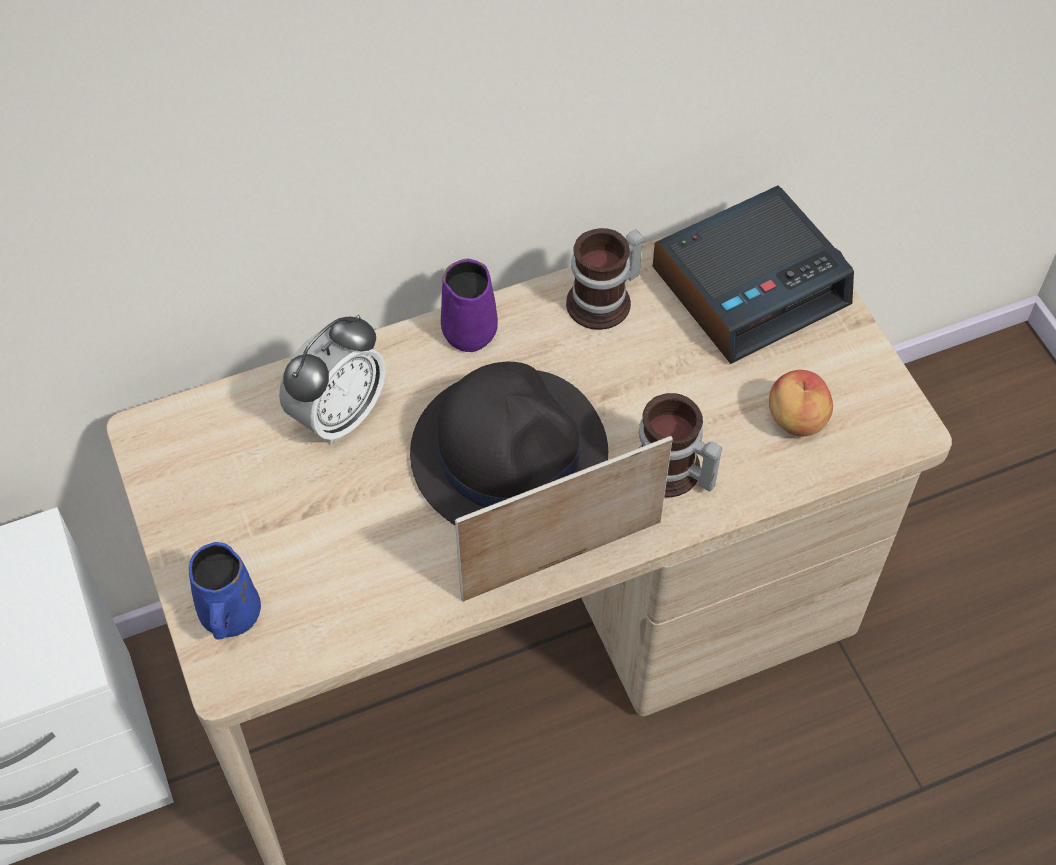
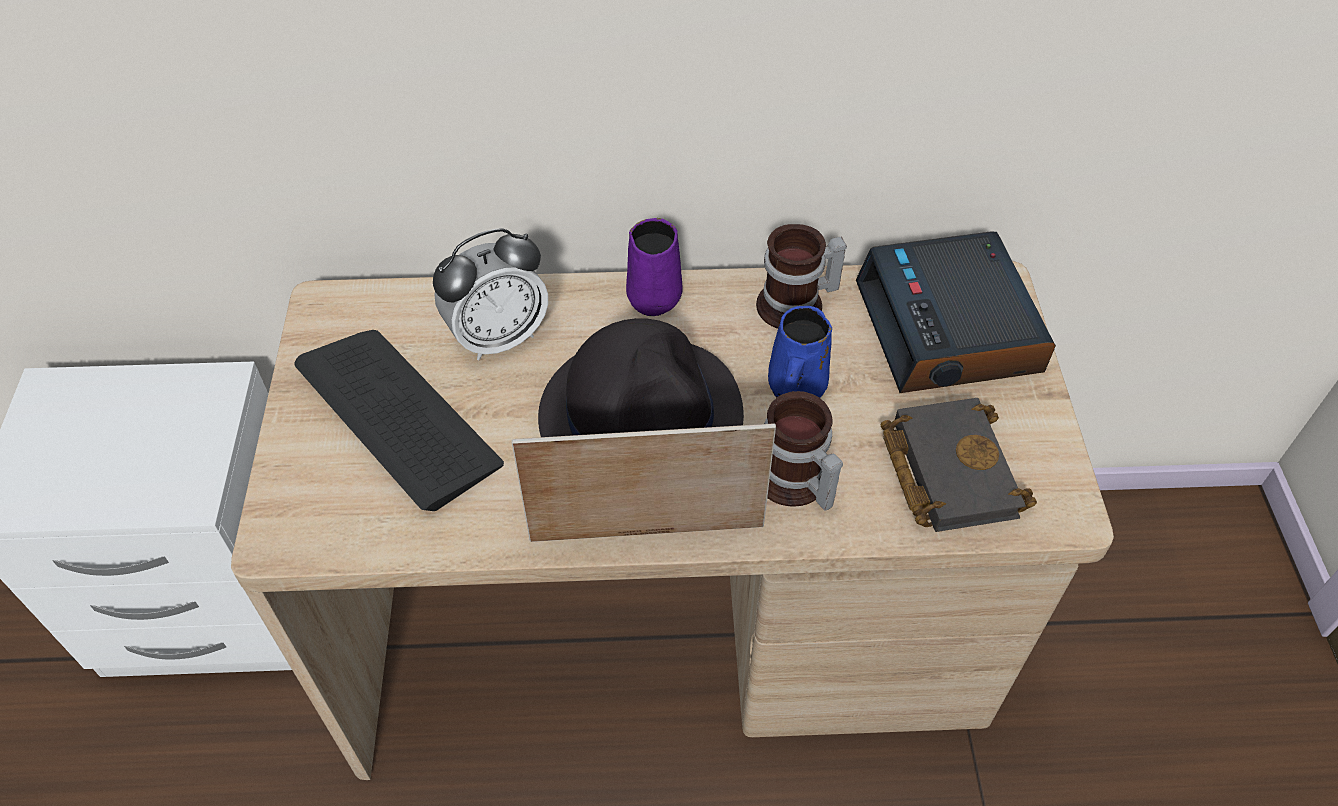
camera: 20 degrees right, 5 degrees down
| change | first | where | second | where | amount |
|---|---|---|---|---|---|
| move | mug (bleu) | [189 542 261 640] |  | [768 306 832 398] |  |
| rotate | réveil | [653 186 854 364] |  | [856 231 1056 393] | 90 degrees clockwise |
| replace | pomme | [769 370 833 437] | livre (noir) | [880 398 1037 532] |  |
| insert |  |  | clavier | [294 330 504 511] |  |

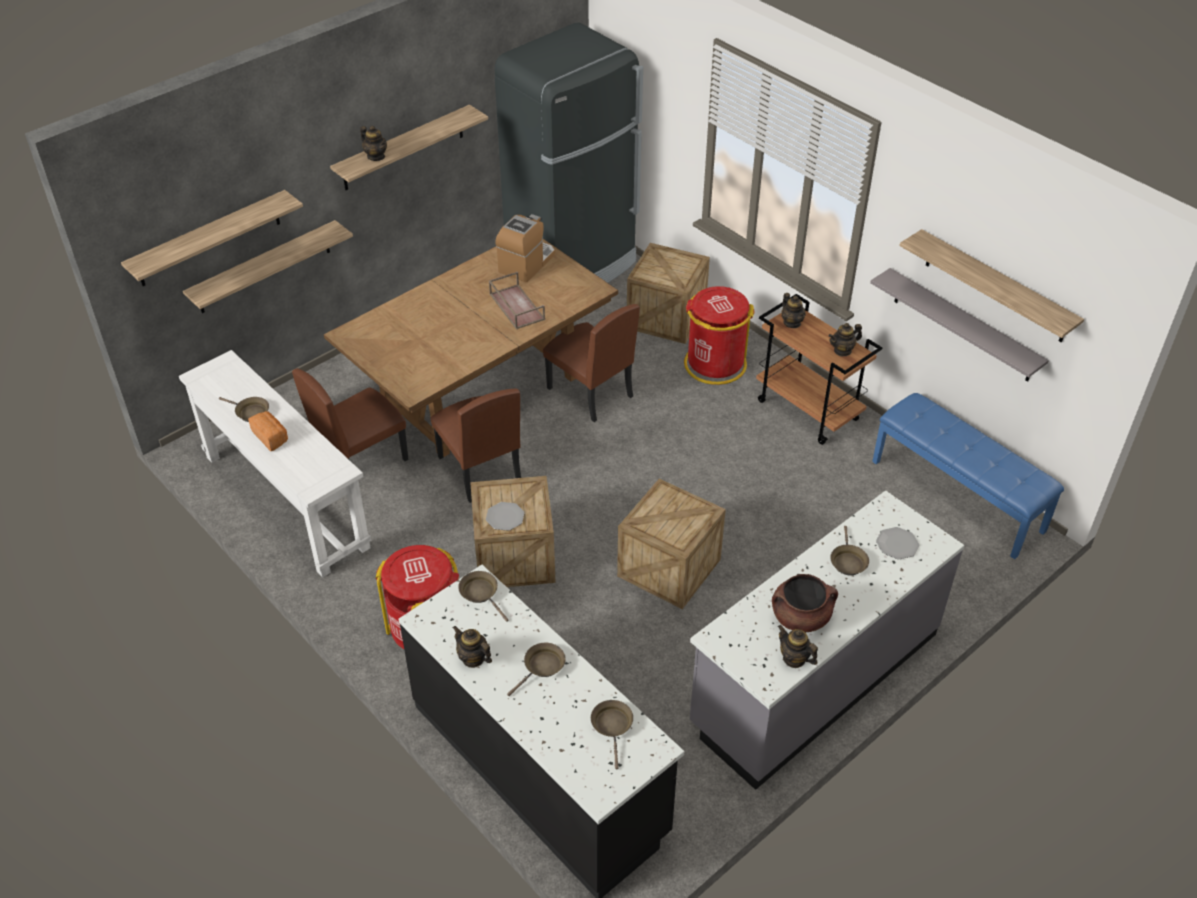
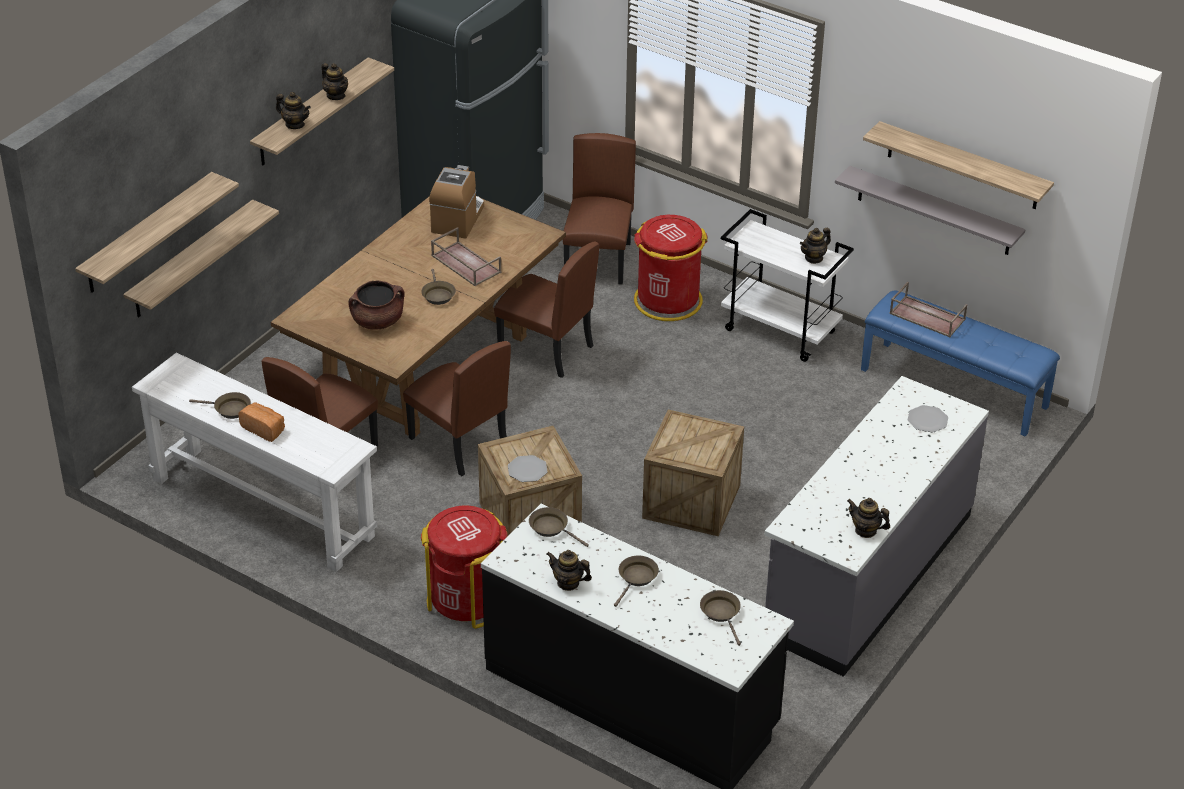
camera: 15 degrees left, 5 degrees down
| change | first | where | second | where | amount |
|---|---|---|---|---|---|
| replace | caisse | [627 243 710 344] | chaise (marron) | [563 133 636 285] |  |
| recolor | chariot (marron) | [756 294 882 445] | chariot (blanc) | [721 209 854 362] |  |
| move | marmite (marron) | [772 574 838 632] |  | [348 280 405 330] |  |
| move | théière | [781 293 806 328] |  | [321 63 348 100] |  |
| move | poêle (marron) | [830 526 869 575] |  | [421 269 456 305] |  |
| insert |  |  | plateau (marron) | [889 282 967 337] |  |

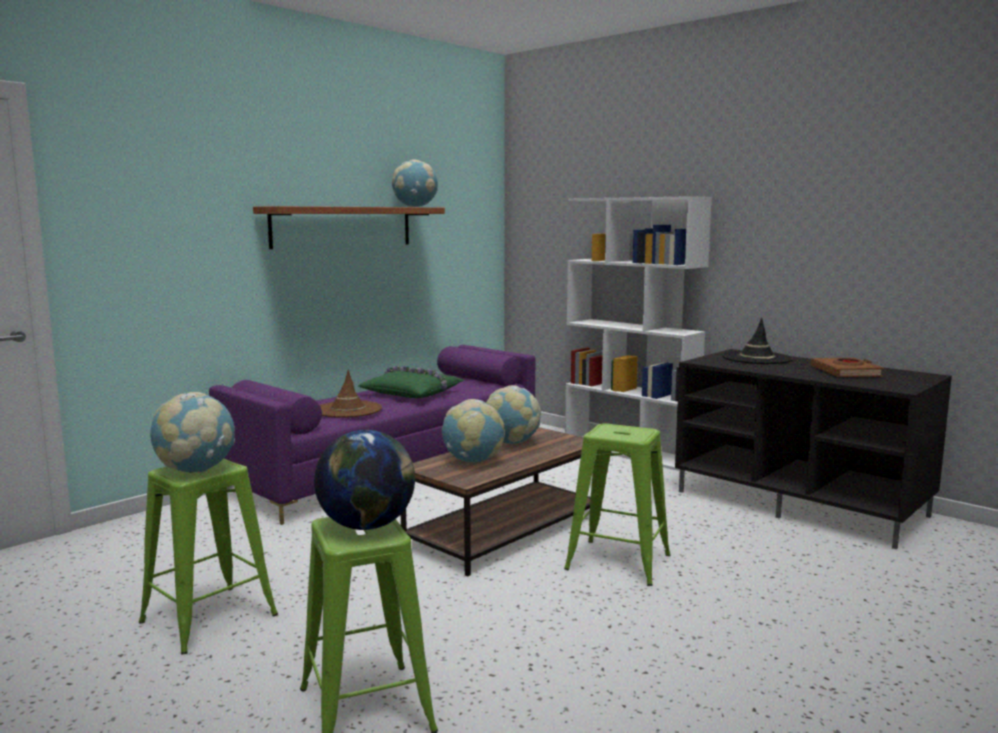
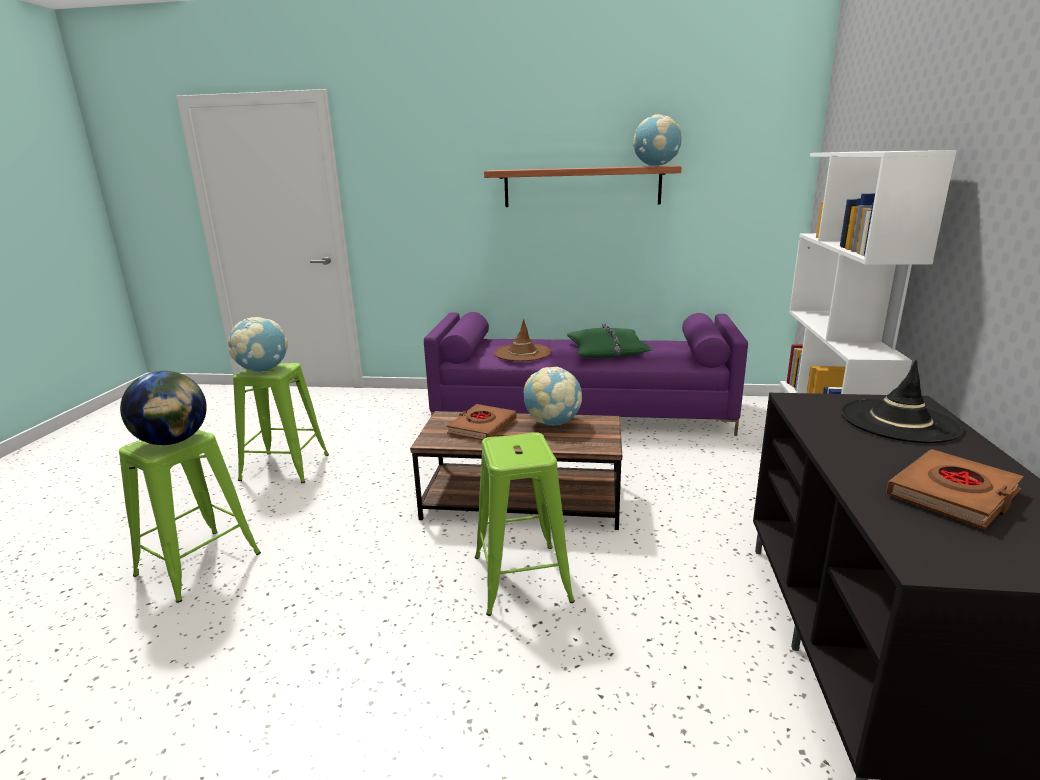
camera: 55 degrees right, 10 degrees up
| change | first | where | second | where | amount |
|---|---|---|---|---|---|
| replace | globe | [442 399 505 462] | livre (marron) | [447 404 517 440] |  |

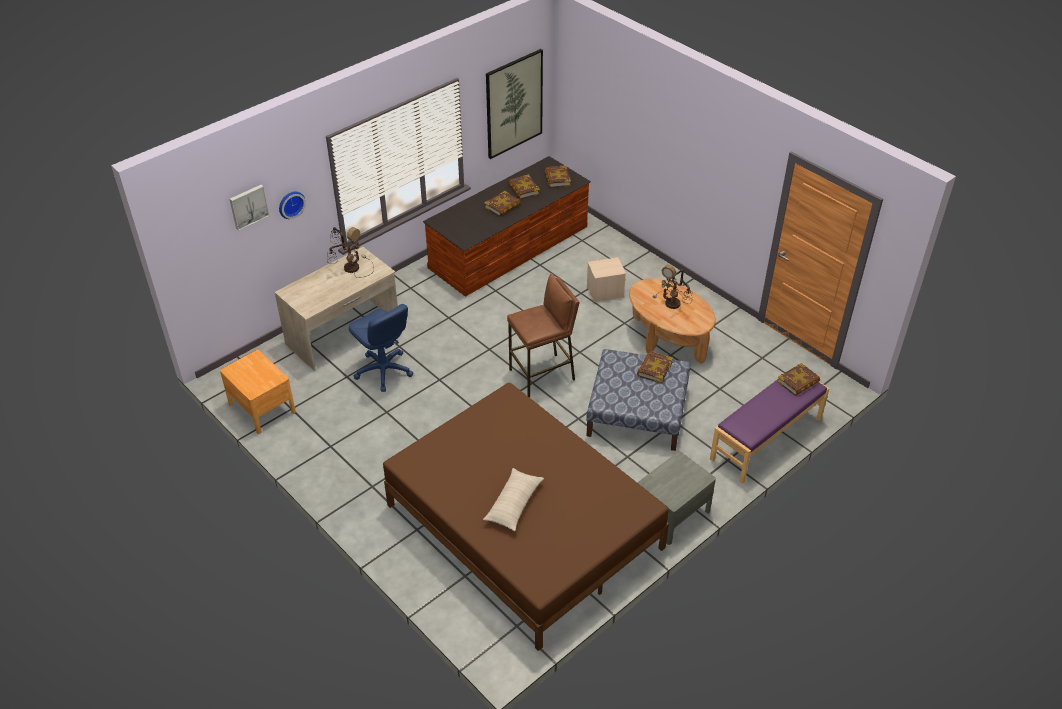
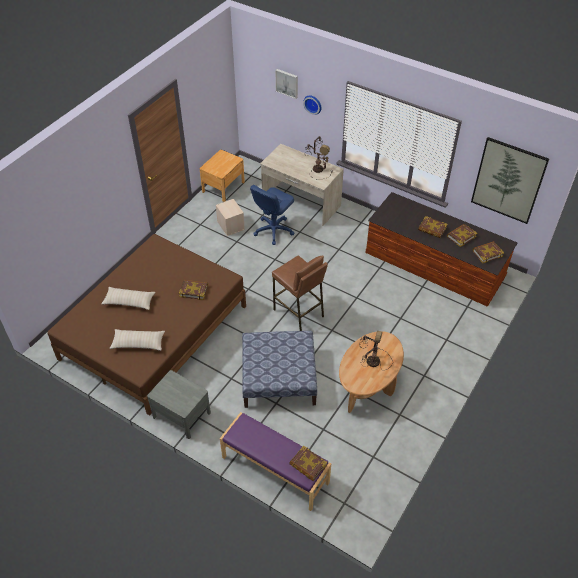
camera: 75 degrees right, 5 degrees up
| change | first | where | second | where | amount |
|---|---|---|---|---|---|
| move | boîte de rangement (beige) | [587 257 626 302] |  | [216 199 245 236] |  |
| move | livre | [637 351 673 383] |  | [179 280 208 300] |  |
| insert |  |  | coussin (beige) | [110 329 165 351] |  |

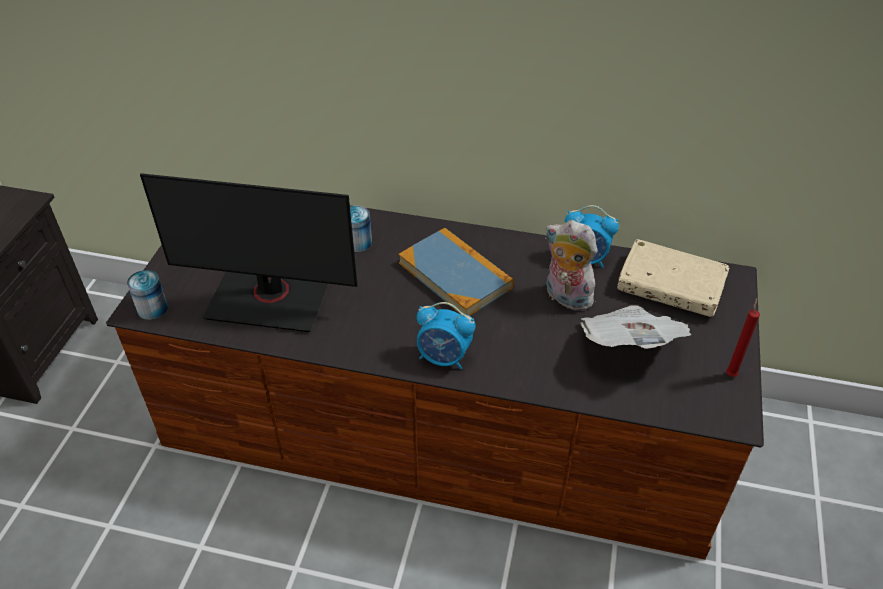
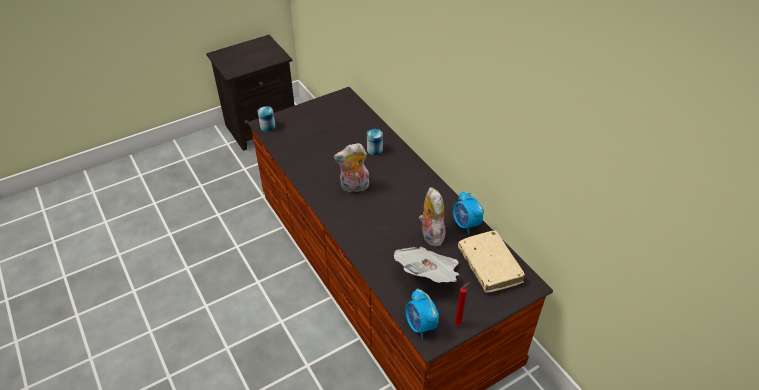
camera: 45 degrees right, 0 degrees up
| change | first | where | second | where | amount |
|---|---|---|---|---|---|
| delete | écran d'ordinateur | [140 173 358 332] |  |  |  |
| delete | livre | [398 228 514 316] |  |  |  |
| move | réveil | [417 302 476 370] |  | [405 288 439 339] |  |
| insert |  |  | peluche | [334 143 369 192] |  |

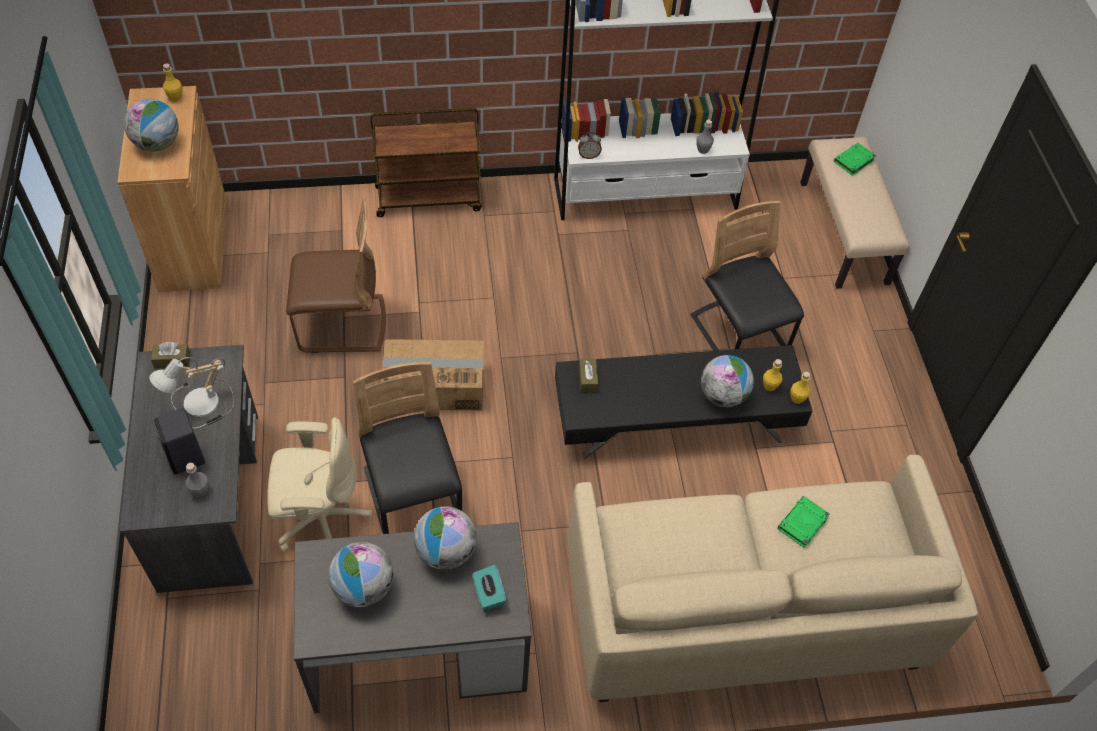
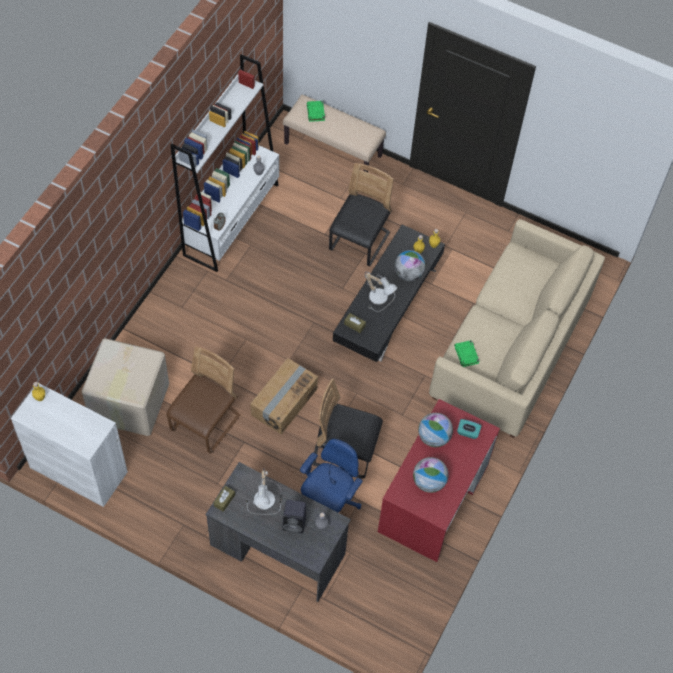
camera: 55 degrees left, 5 degrees up
| change | first | where | second | where | amount |
|---|---|---|---|---|---|
| recolor | meuble de rangement (marron) | [117 86 226 292] | meuble de rangement (blanc) | [11 383 128 507] |  |
| delete | globe | [124 99 179 151] |  |  |  |
| recolor | chaise de bureau (beige) | [267 418 372 552] | chaise de bureau (bleu) | [300 439 363 513] |  |
| recolor | bureau (gris) | [294 522 532 713] | bureau (rouge) | [378 399 500 562] |  |
| delete | chariot (marron) | [370 108 482 217] |  |  |  |
| rotate | chaise (noir) | [690 201 804 351] |  | [329 163 394 267] | 105 degrees clockwise |
| move | livre (vert) | [778 496 830 548] |  | [454 340 480 367] |  |
| insert |  |  | carton | [81 338 169 436] |  |
| insert |  |  | lampe de table | [365 272 397 312] |  |

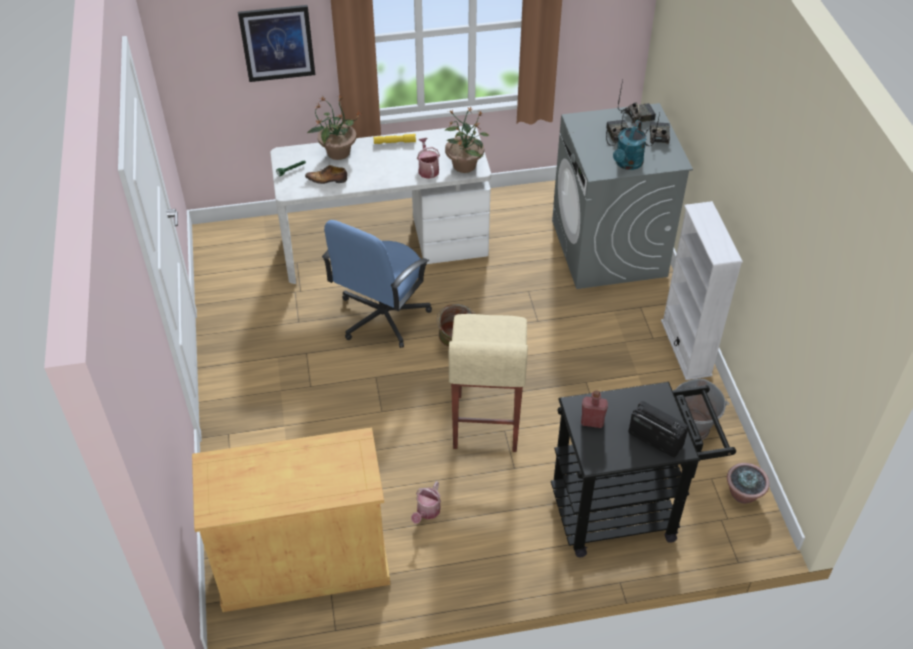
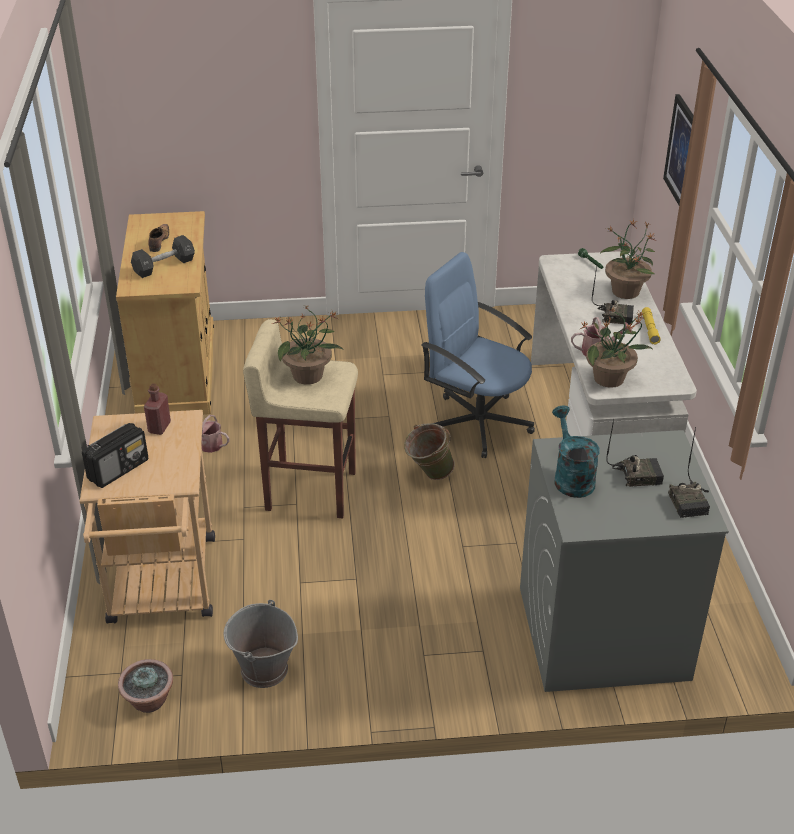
camera: 95 degrees right, 10 degrees down
| change | first | where | second | where | amount |
|---|---|---|---|---|---|
| move | chaussure | [305 165 347 184] |  | [148 224 169 252] |  |
| recolor | chariot (noir) | [551 382 736 557] | chariot (beige) | [80 410 215 623] |  |
| rotate | arrosoir (turquoise) | [613 120 646 170] |  | [552 406 600 498] | 45 degrees clockwise |
| move | radio | [645 113 670 146] |  | [592 266 634 325] |  |
| delete | bibliothèque (blanc) | [661 201 743 380] |  |  |  |
| insert |  |  | haltère (noir) | [131 235 195 278] |  |
| insert |  |  | plante en pot | [272 305 343 385] |  |

